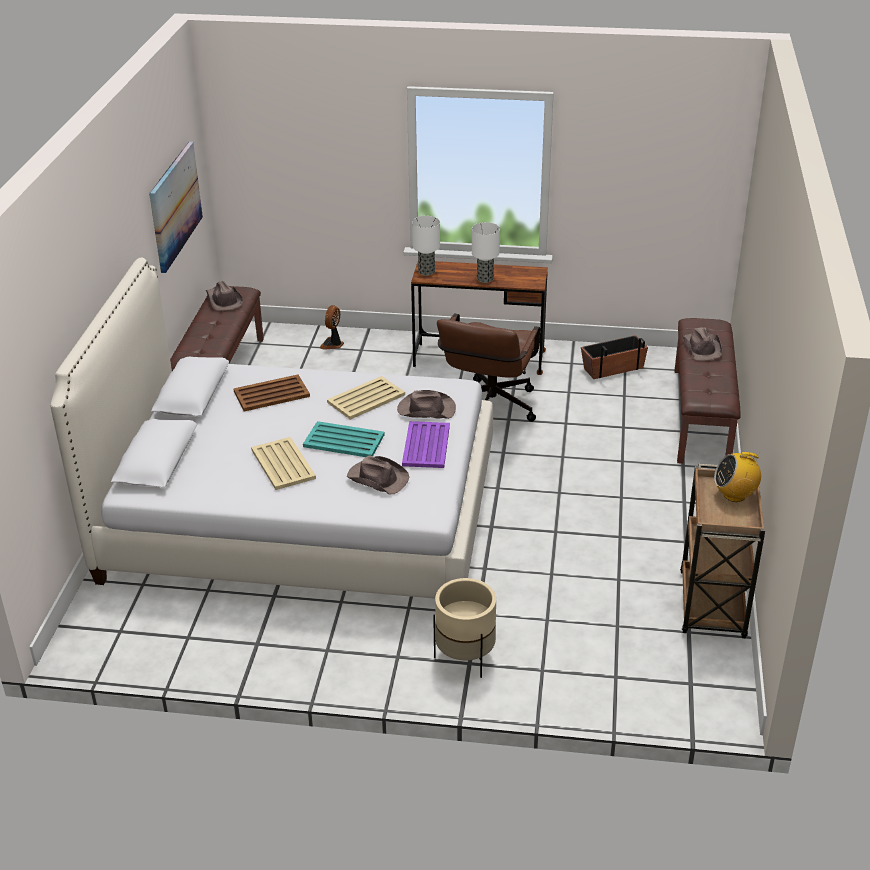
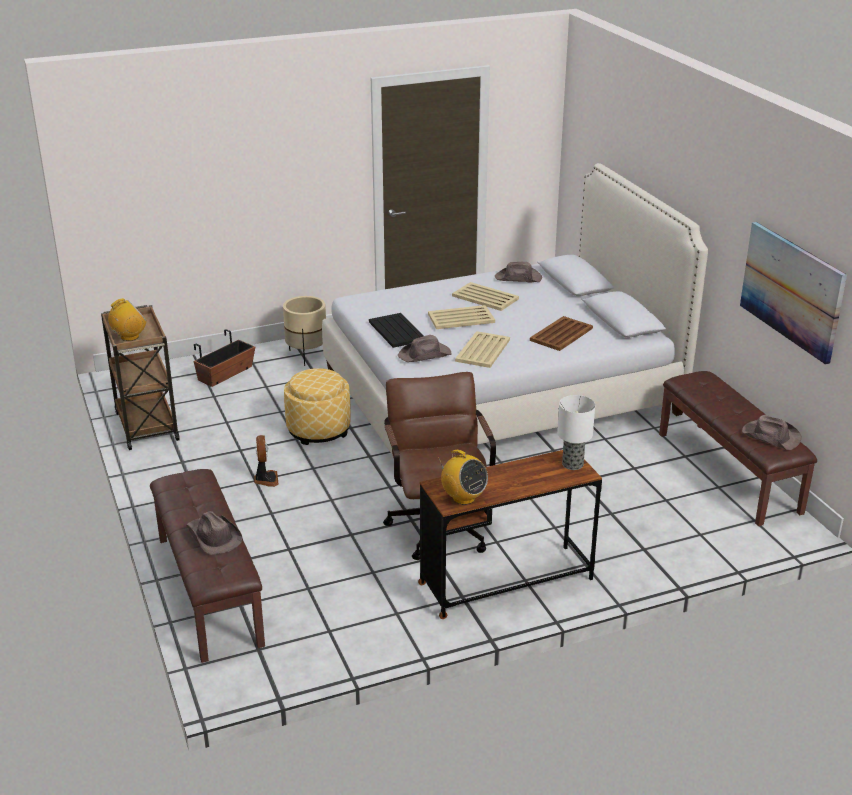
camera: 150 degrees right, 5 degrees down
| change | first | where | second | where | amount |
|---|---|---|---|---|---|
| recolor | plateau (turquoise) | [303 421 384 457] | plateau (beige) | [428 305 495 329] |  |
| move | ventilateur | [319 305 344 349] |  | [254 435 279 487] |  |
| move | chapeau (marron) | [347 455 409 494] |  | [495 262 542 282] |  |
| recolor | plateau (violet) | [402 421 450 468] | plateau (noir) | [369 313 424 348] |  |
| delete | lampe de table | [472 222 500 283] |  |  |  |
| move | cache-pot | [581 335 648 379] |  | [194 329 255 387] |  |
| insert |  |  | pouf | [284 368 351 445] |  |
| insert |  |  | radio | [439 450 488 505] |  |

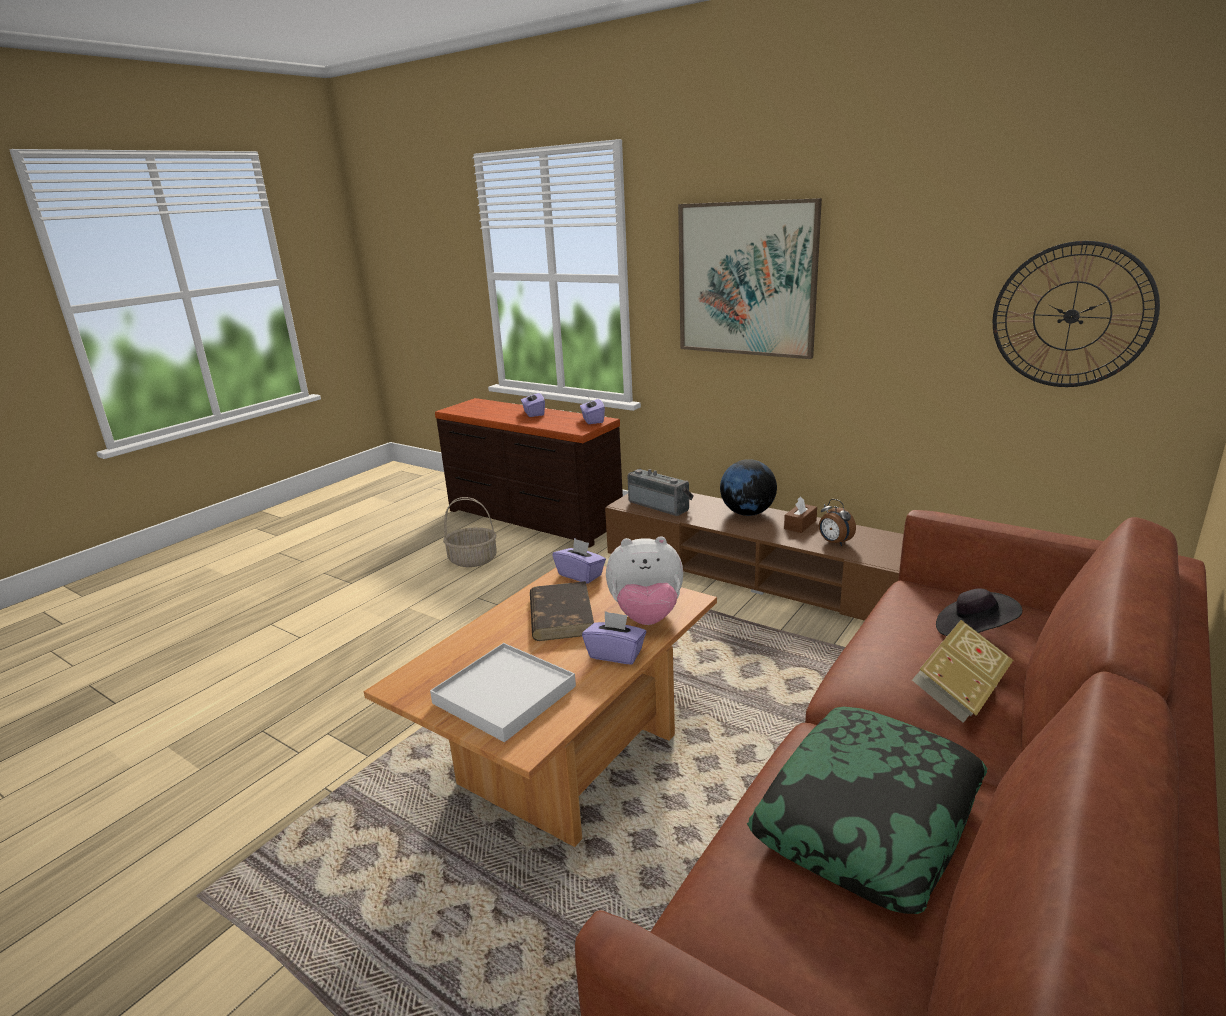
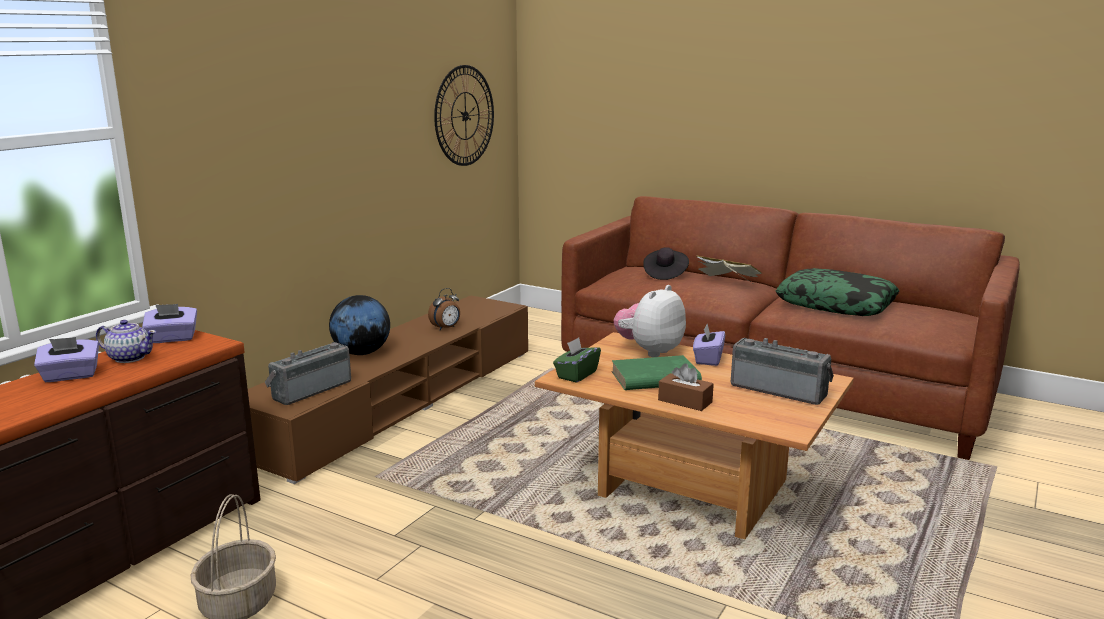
camera: 95 degrees left, 5 degrees down
| change | first | where | second | where | amount |
|---|---|---|---|---|---|
| replace | plateau (blanc) | [430 643 576 742] | radio | [731 338 834 405] |  |
| recolor | livre (marron) | [530 581 594 641] | livre (vert) | [611 355 702 390] |  |
| recolor | boîte à mouchoirs (violet) | [552 538 606 584] | boîte à mouchoirs (vert) | [553 337 601 383] |  |
| rotate | peluche | [606 536 683 625] |  | [614 285 686 357] | 135 degrees counterclockwise |
| delete | tableau | [678 198 822 359] |  |  |  |
| move | boîte à mouchoirs (marron) | [784 496 817 533] |  | [658 363 714 411] |  |
| insert |  |  | théière | [96 320 156 363] |  |

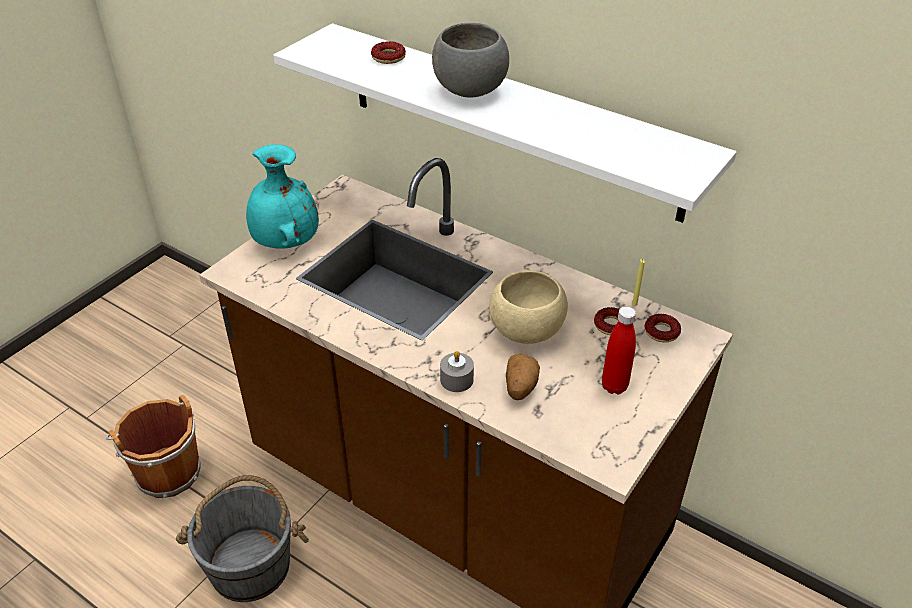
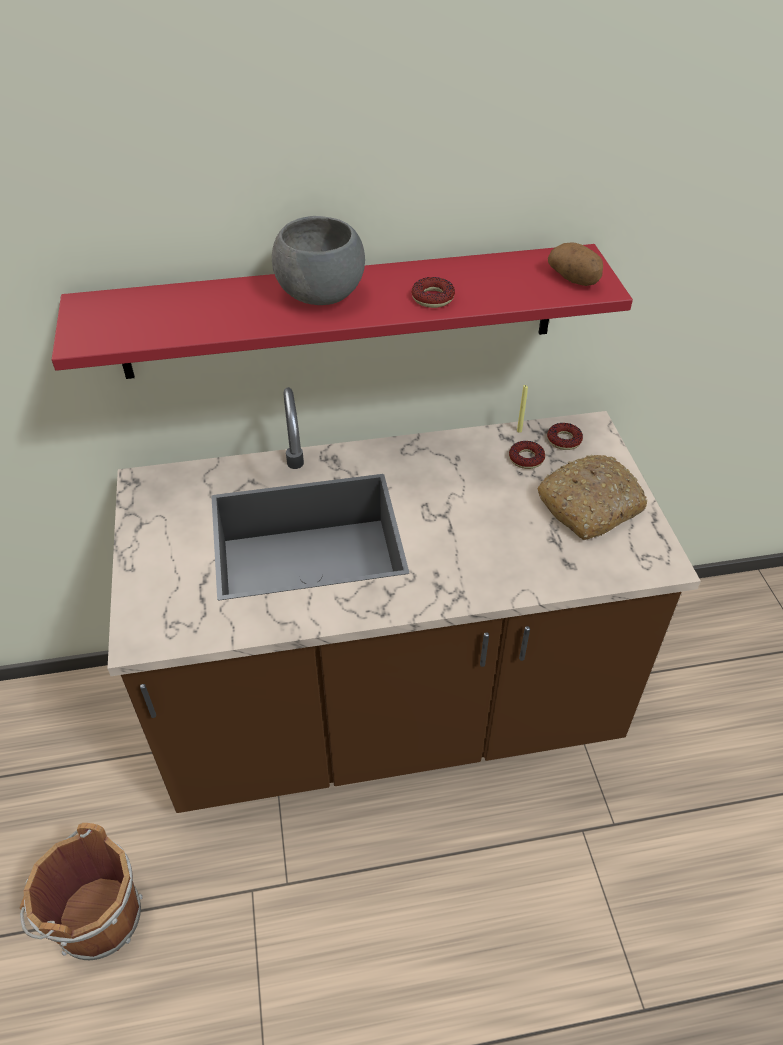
camera: 45 degrees left, 5 degrees up
| change | first | where | second | where | amount |
|---|---|---|---|---|---|
| delete | seau (gris) | [175 475 309 602] |  |  |  |
| delete | vase (turquoise) | [246 144 319 249] |  |  |  |
| recolor | étagère (blanc) | [273 23 737 223] | étagère (rouge) | [52 244 633 379] |  |
| move | beignet | [371 41 406 64] |  | [412 277 455 308] |  |
| delete | bougie (gris) | [440 351 474 392] |  |  |  |
| delete | bol (beige) | [489 271 568 344] |  |  |  |
| move | pomme de terre | [506 354 540 400] |  | [548 242 603 286] |  |
| replace | bouteille (rouge) | [602 306 636 394] | pain | [537 455 647 540] |  |

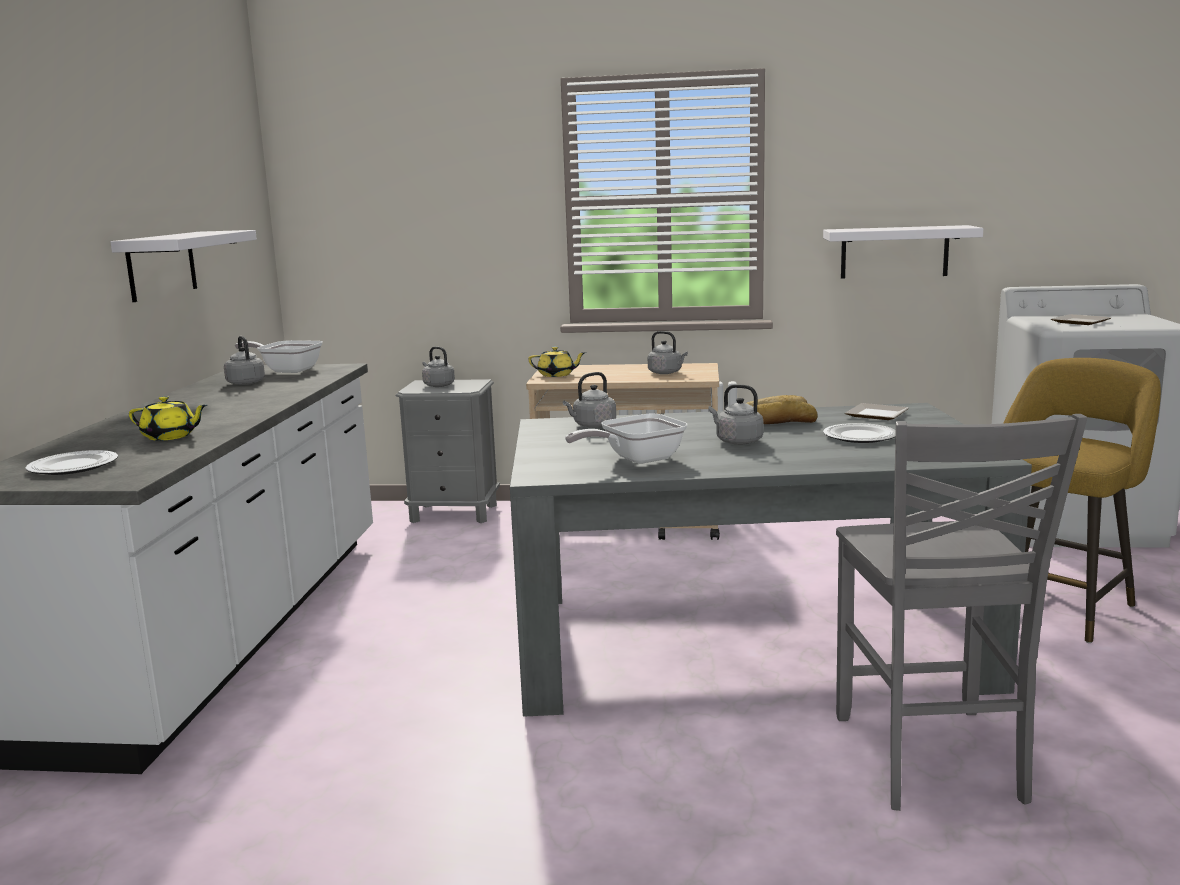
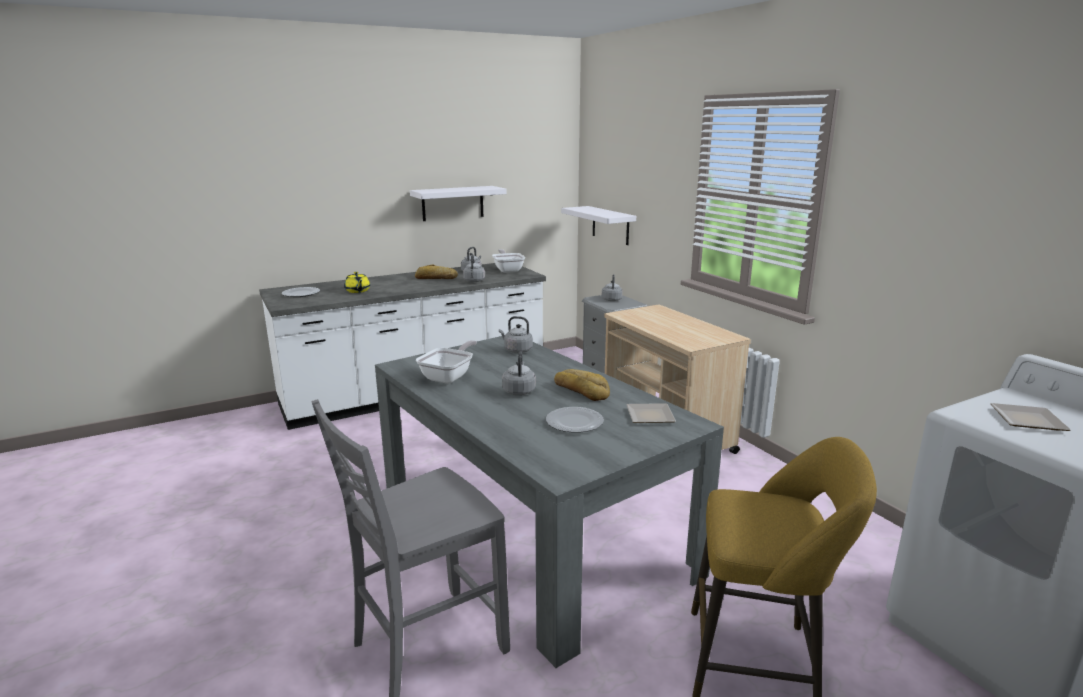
camera: 55 degrees right, 5 degrees up
| change | first | where | second | where | amount |
|---|---|---|---|---|---|
| delete | théière (jaune) | [528 347 586 377] |  |  |  |
| rotate | poêle | [565 414 687 464] |  | [416 340 477 384] | 90 degrees clockwise |
| move | bouilloire (gris) | [648 331 688 374] |  | [463 254 485 282] |  |
| move | étagère (blanc) | [823 225 983 279] |  | [561 206 636 245] |  |
| insert |  |  | pain | [415 264 458 279] |  |

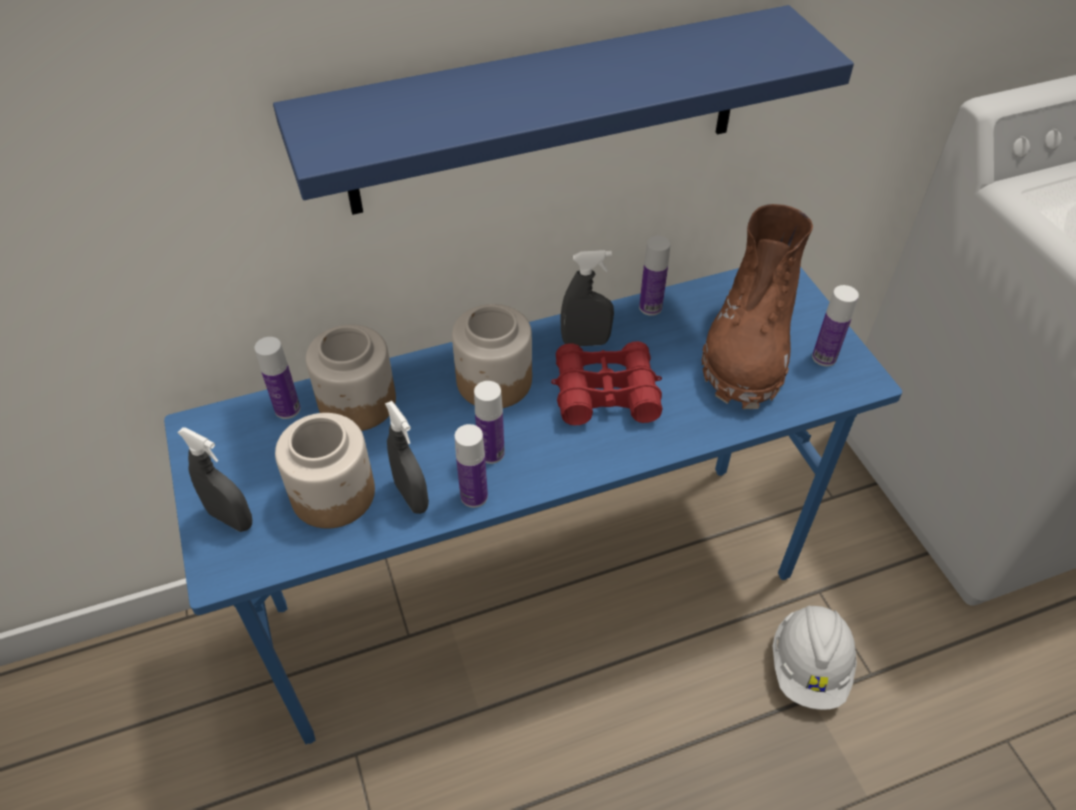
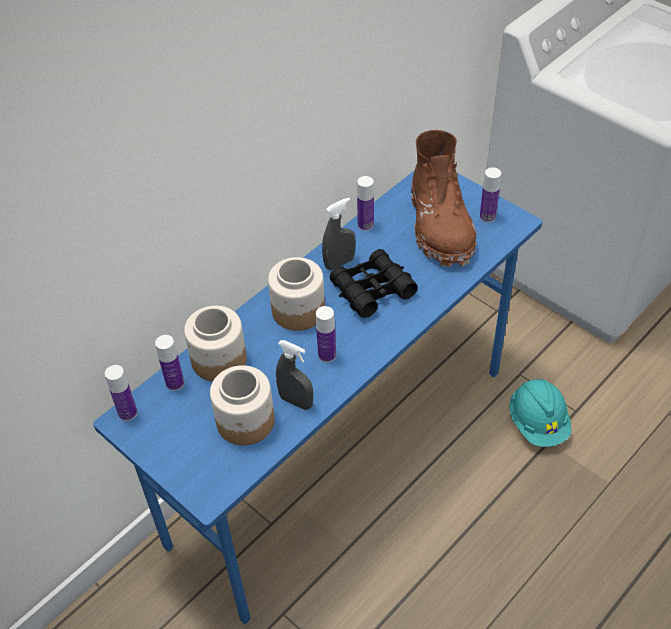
camera: 25 degrees left, 0 degrees up
| change | first | where | second | where | amount |
|---|---|---|---|---|---|
| delete | vaporisateur (gris) | [177 427 252 532] |  |  |  |
| delete | étagère (bleu) | [273 5 854 215] |  |  |  |
| move | bouteille | [455 424 488 508] |  | [105 365 137 421] |  |
| recolor | jumelles (rouge) | [551 341 662 425] | jumelles (noir) | [330 249 417 318] |  |
| recolor | casque de chantier (blanc) | [773 605 857 710] | casque de chantier (turquoise) | [509 379 571 447] |  |

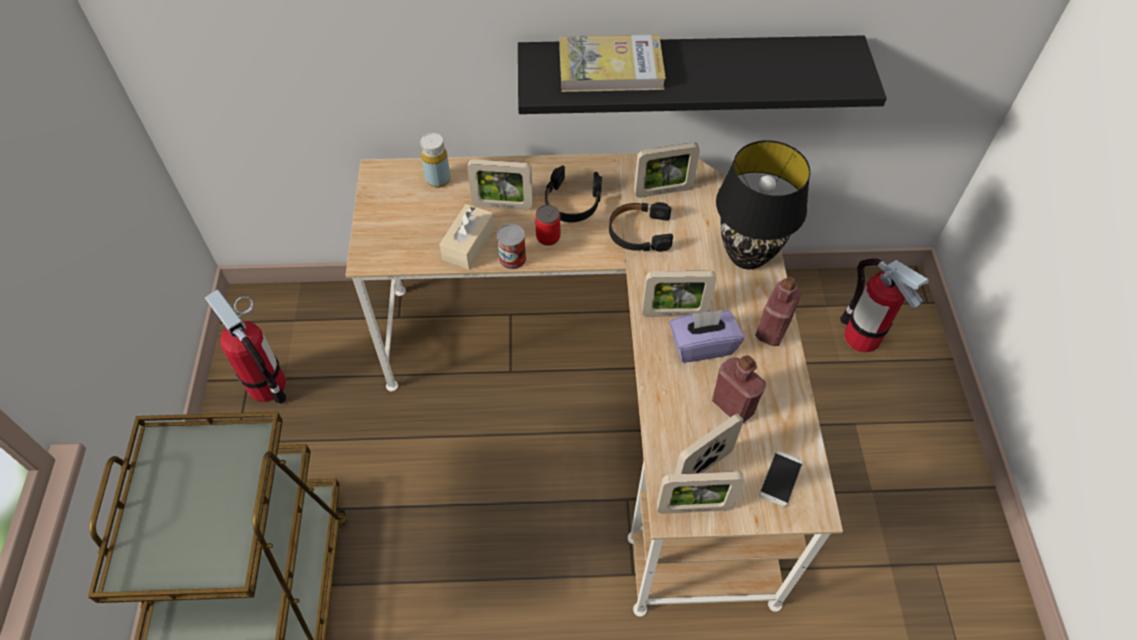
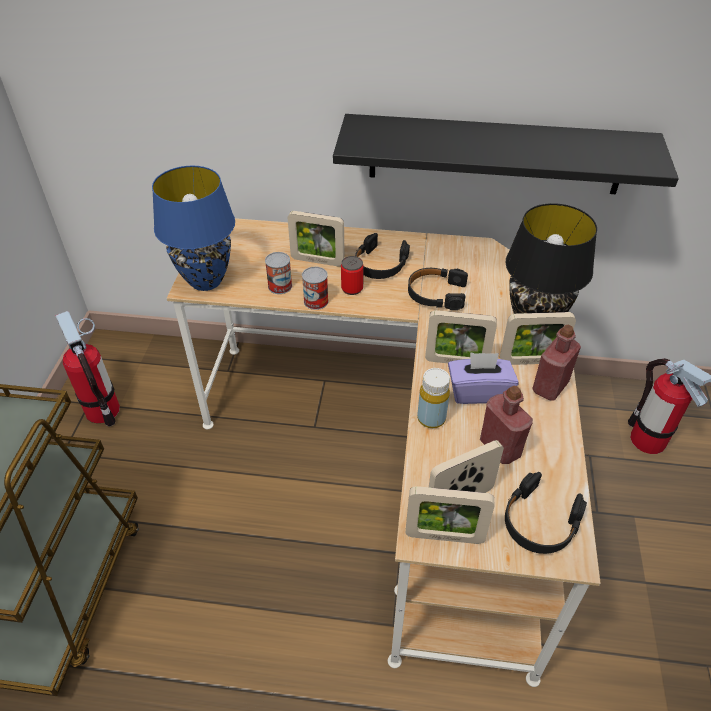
camera: 10 degrees right, 10 degrees down
| change | first | where | second | where | amount |
|---|---|---|---|---|---|
| move | bouteille (jaune) | [420 133 450 188] |  | [417 368 450 428] |  |
| replace | boîte à mouchoirs (beige) | [439 204 495 269] | boîte métallique | [265 252 292 294] |  |
| delete | livre | [559 34 666 92] |  |  |  |
| move | cadre photo | [634 142 700 198] |  | [500 312 576 365] |  |
| replace | téléphone | [760 451 803 507] | casque audio (noir) | [505 472 587 554] |  |
| insert |  |  | lampe de table (bleu) | [152 166 235 291] |  |

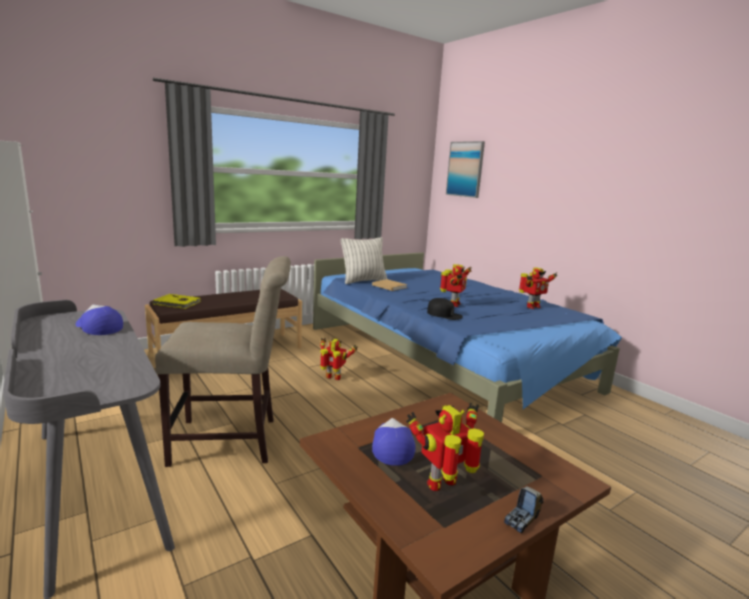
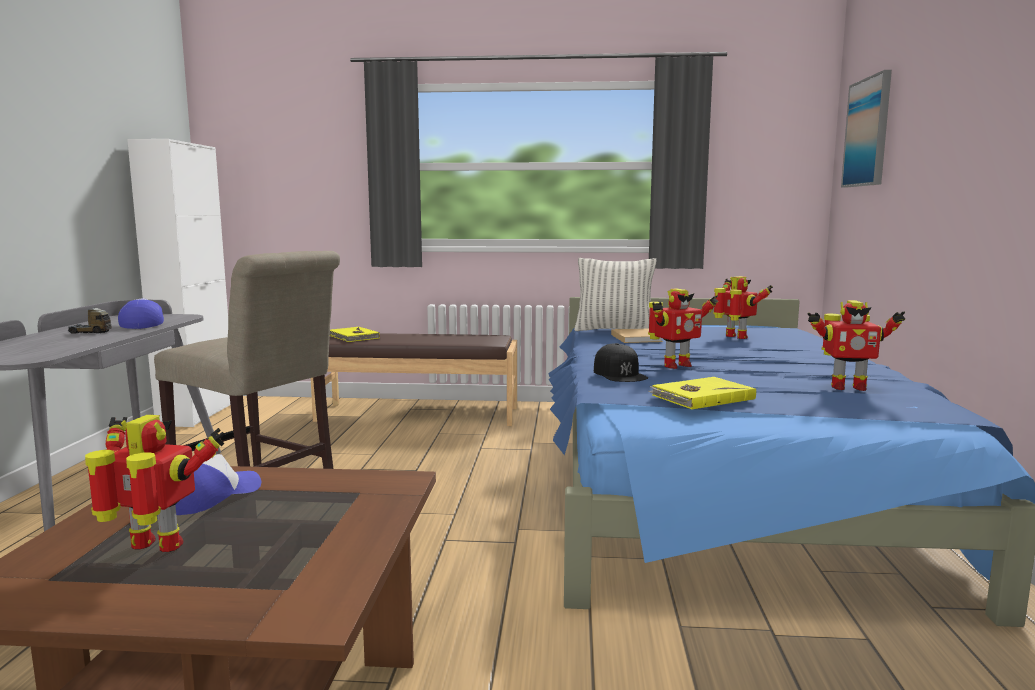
camera: 40 degrees right, 5 degrees down
| change | first | where | second | where | amount |
|---|---|---|---|---|---|
| move | robot jouet | [320 338 357 380] |  | [713 276 773 339] |  |
| move | camion jouet | [504 486 544 533] |  | [68 308 112 334] |  |
| insert |  |  | livre (jaune) | [649 377 756 410] |  |

